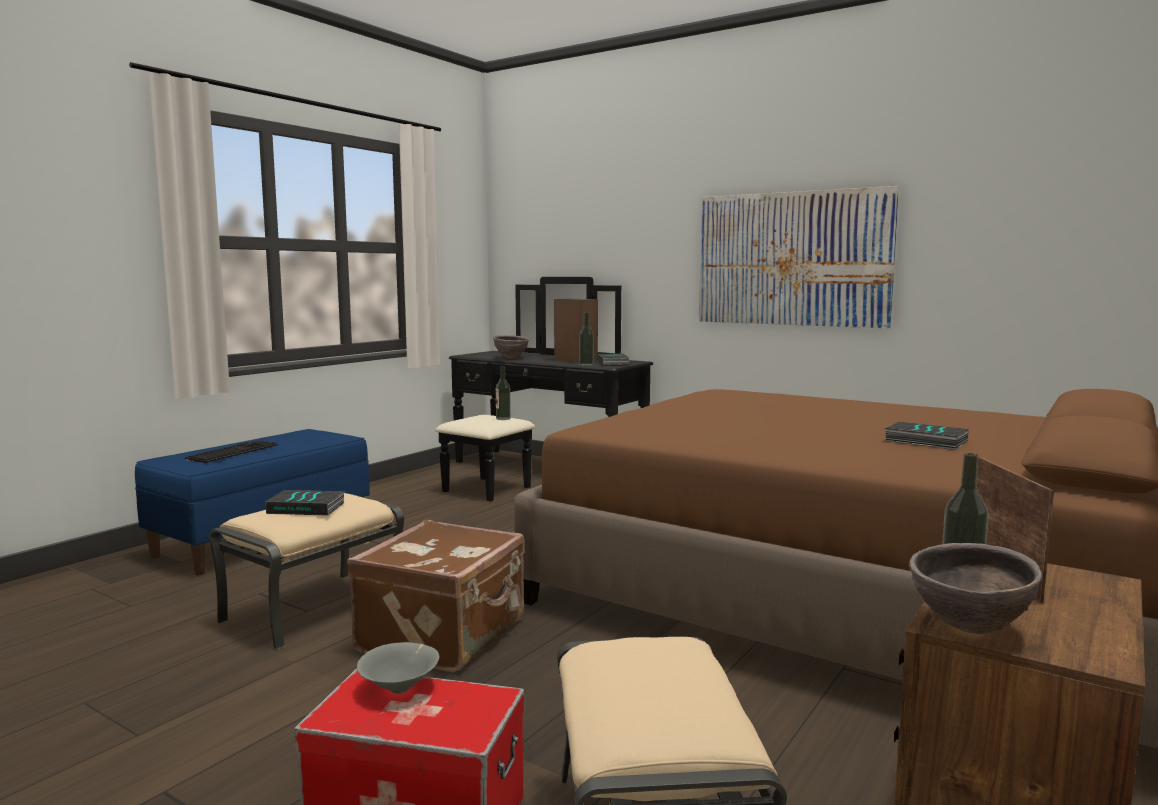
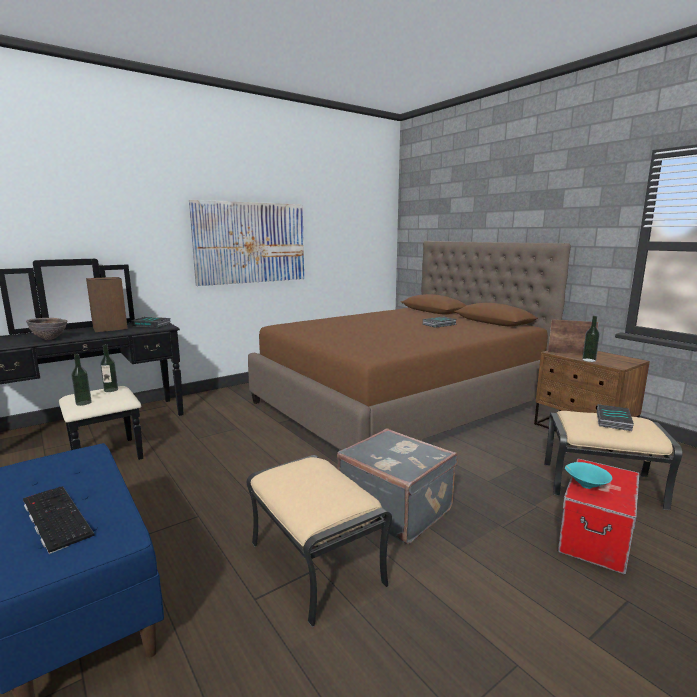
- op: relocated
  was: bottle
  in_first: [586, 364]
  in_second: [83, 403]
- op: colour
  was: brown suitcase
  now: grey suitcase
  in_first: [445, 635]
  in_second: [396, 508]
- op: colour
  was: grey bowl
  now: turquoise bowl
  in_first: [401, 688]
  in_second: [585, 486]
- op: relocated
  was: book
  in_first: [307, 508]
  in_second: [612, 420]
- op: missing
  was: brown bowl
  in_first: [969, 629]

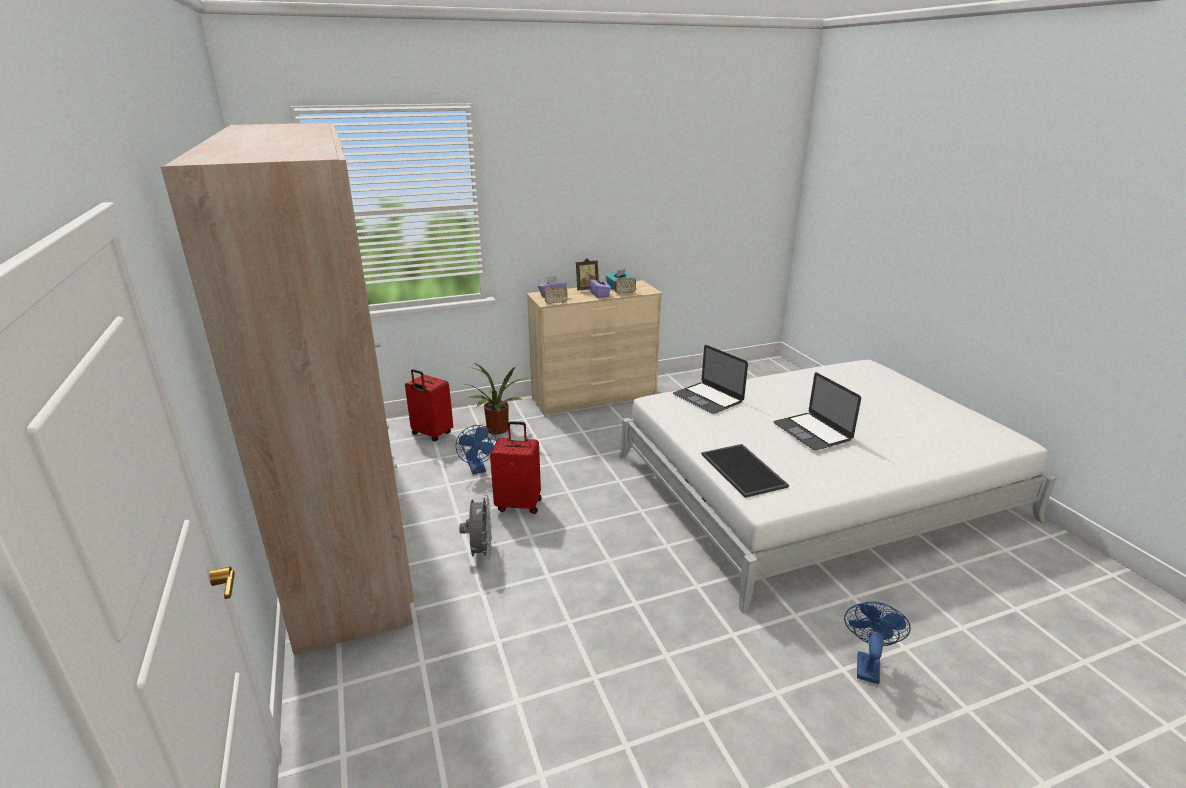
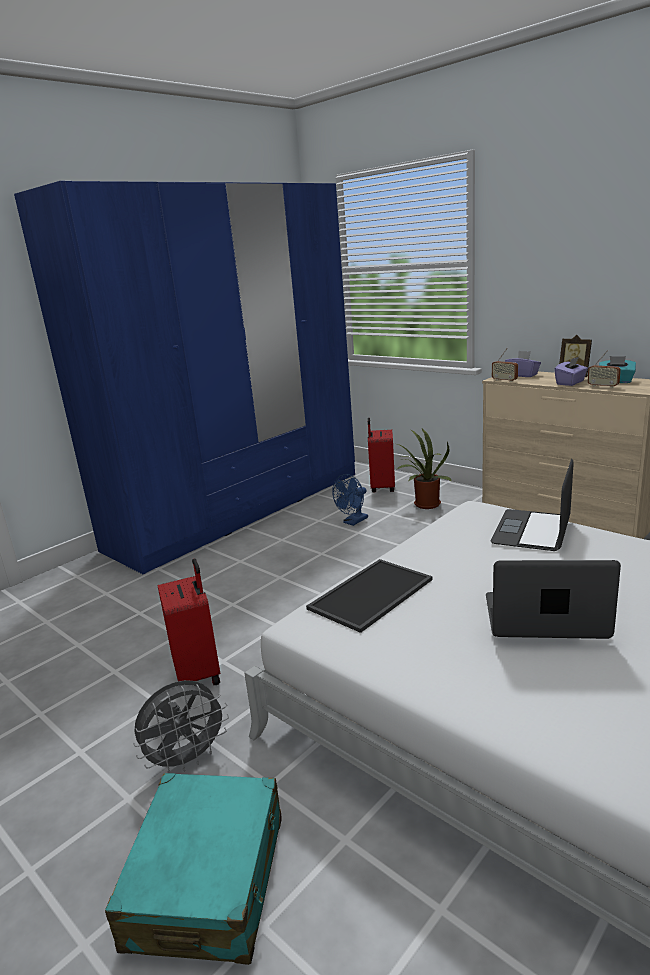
- op: colour
  was: beige wardrobe
  now: blue wardrobe
  in_first: [350, 519]
  in_second: [242, 510]
- op: exchanged
  was: blue fan
  now: turquoise suitcase
  in_first: [867, 663]
  in_second: [208, 881]
- op: relocated
  was: grey fan
  in_first: [480, 552]
  in_second: [187, 759]
- op: relocated
  was: red suitcase
  in_first: [519, 504]
  in_second: [199, 673]
- op: spun
  was: laptop
  in_first: [812, 431]
  in_second: [544, 617]
  clockwise: 60

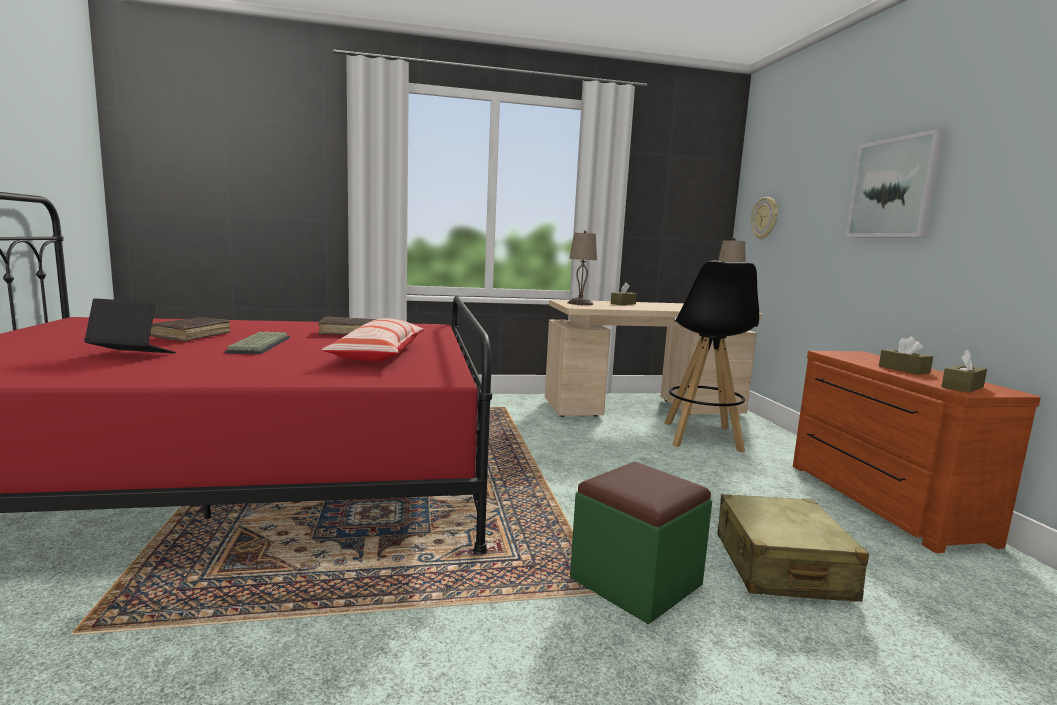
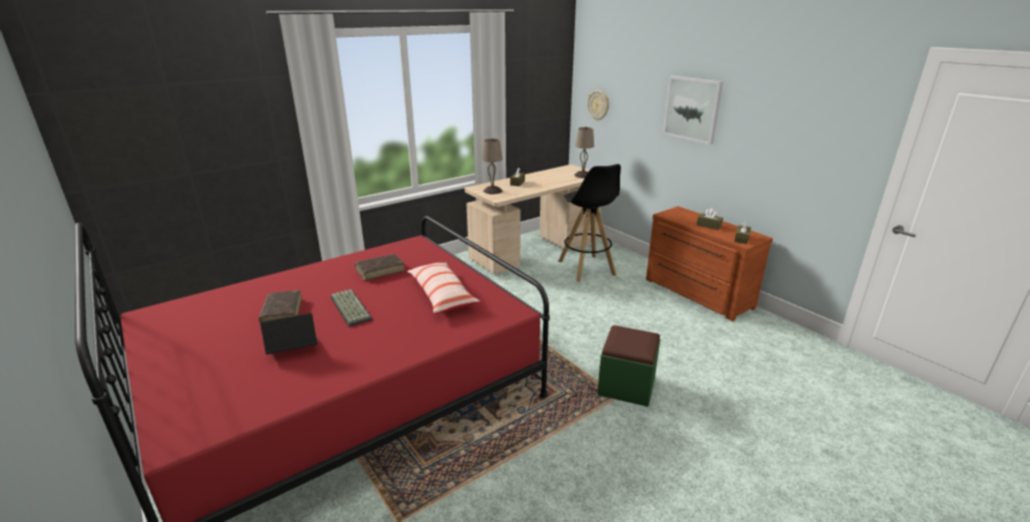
- op: missing
  was: beige suitcase
  in_first: [781, 566]

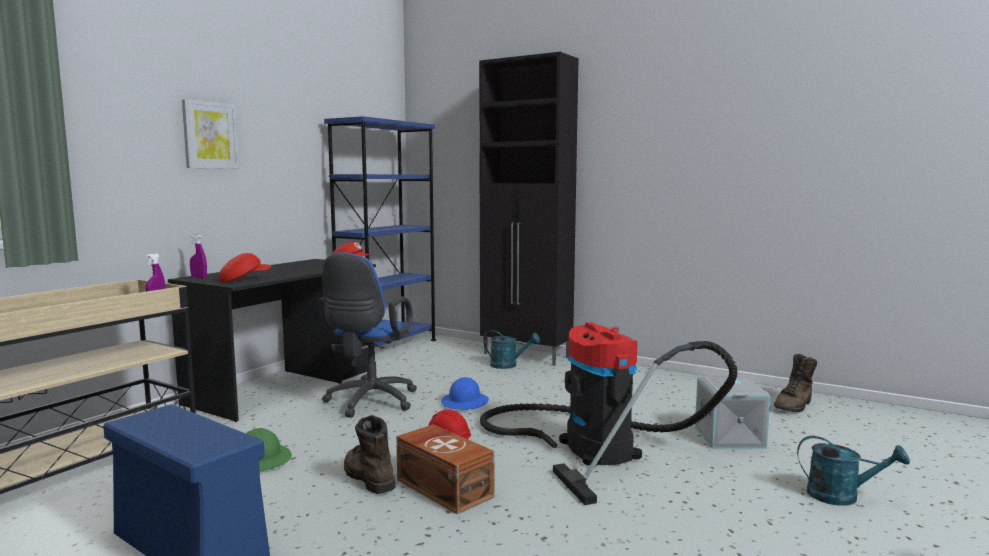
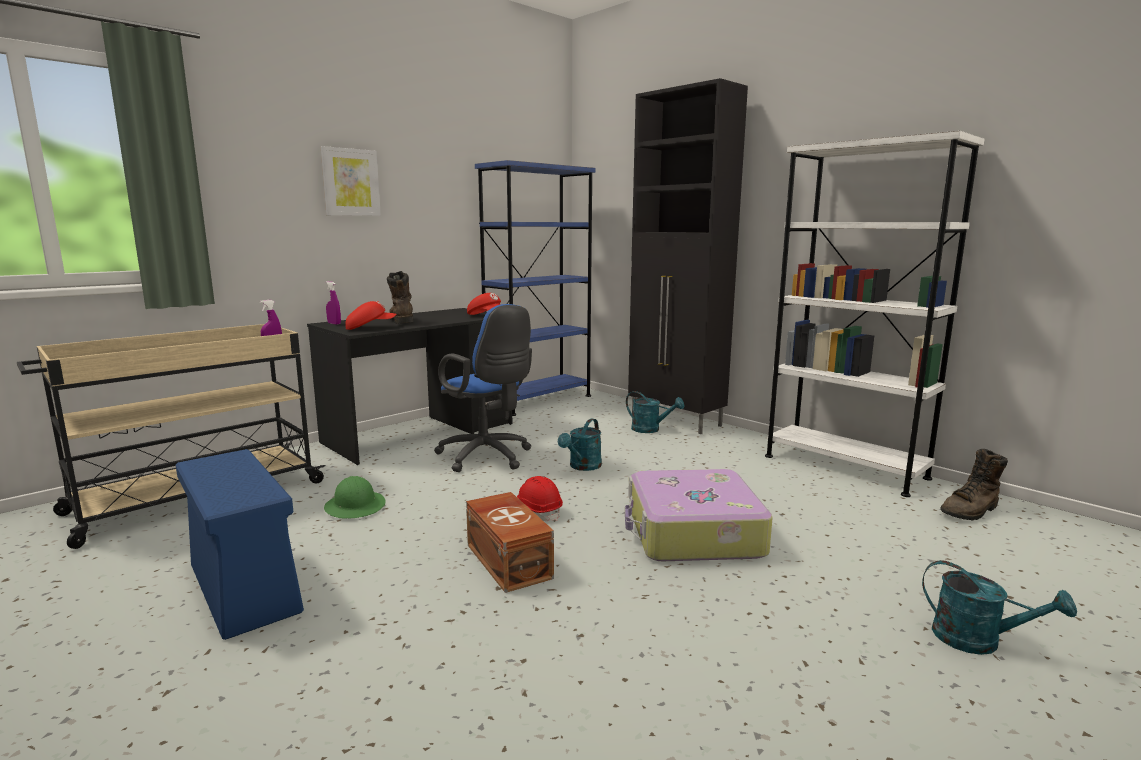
- op: relocated
  was: brown boot
  in_first: [367, 478]
  in_second: [401, 320]
- op: spun
  was: blue office chair
  in_first: [369, 403]
  in_second: [488, 457]
  clockwise: -75
- op: exchanged
  was: blue hard hat
  now: turquoise watering can
  in_first: [465, 402]
  in_second: [582, 467]
- op: exchanged
  was: vacuum cleaner
  now: suitcase
  in_first: [592, 446]
  in_second: [692, 533]
- op: appeared
  now: white bookcase
  in_second: [844, 467]
- op: missing
  was: grey storage box
  in_first: [730, 437]

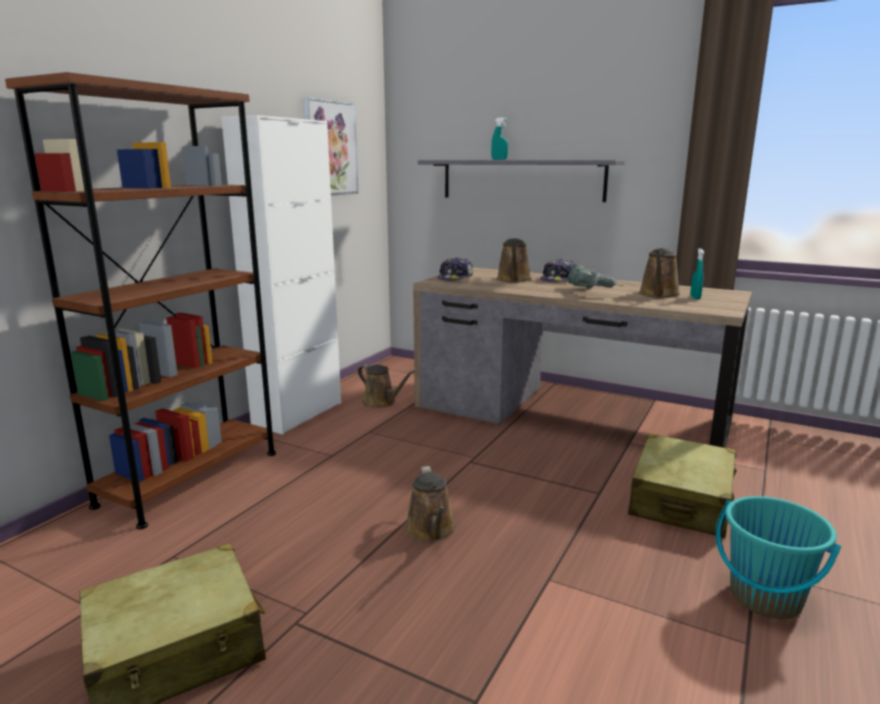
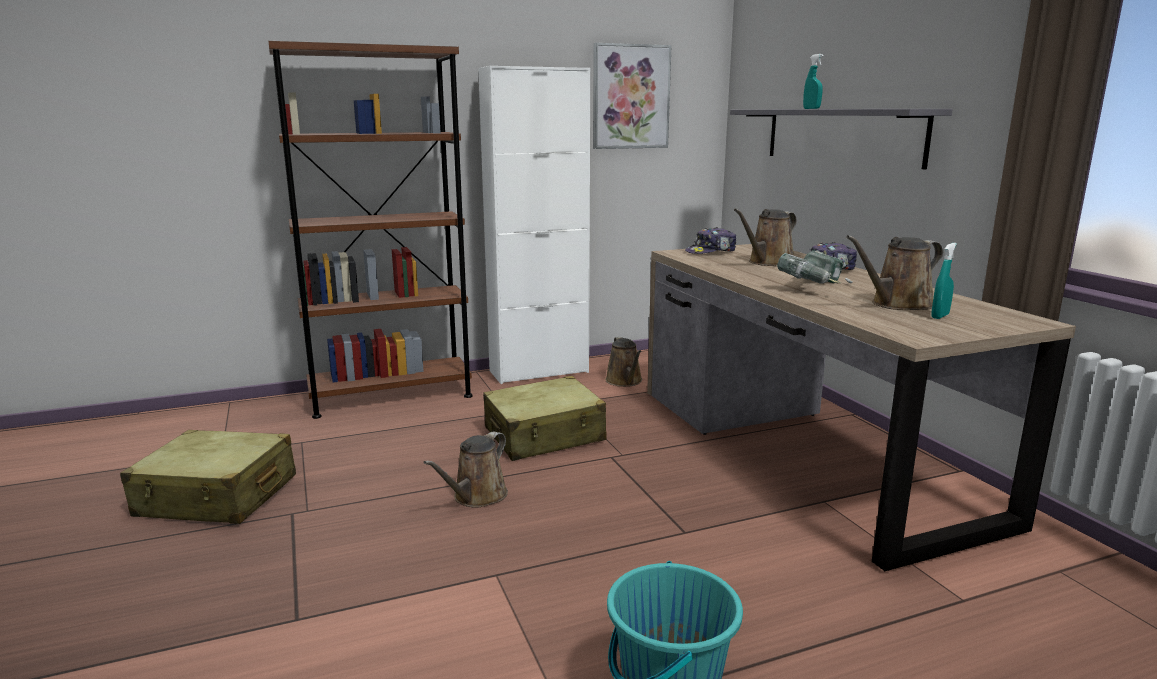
- op: relocated
  was: beige suitcase
  in_first: [681, 501]
  in_second: [545, 435]

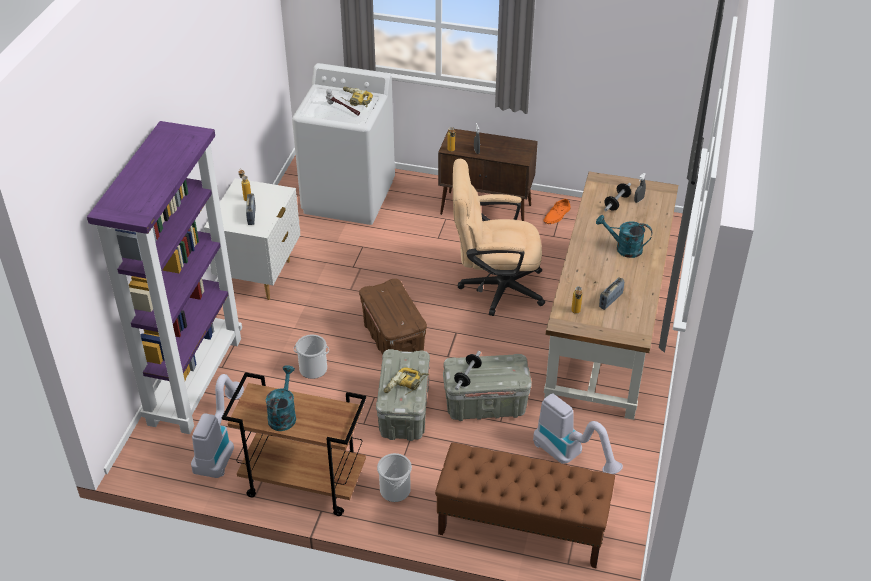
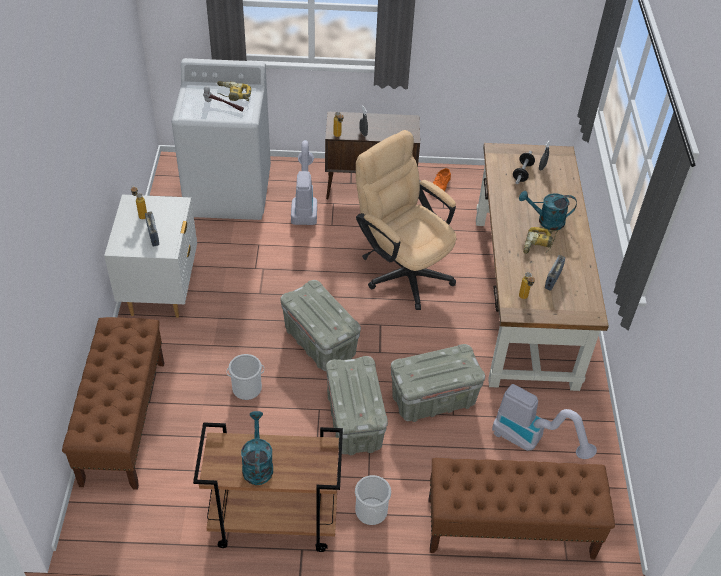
- op: exchanged
  was: purple bookcase
  now: brown bench
  in_first: [195, 379]
  in_second: [123, 421]
- op: colour
  was: brown storage box
  now: grey storage box
  in_first: [393, 339]
  in_second: [319, 342]
- op: relocated
  was: vacuum cleaner
  in_first: [220, 447]
  in_second: [304, 204]
- op: spun
  was: beige office chair
  in_first: [494, 287]
  in_second: [403, 270]
  clockwise: 60
- op: relocated
  was: power drill
  in_first: [405, 386]
  in_second: [539, 244]
- op: missing
  was: dumbbell
  in_first: [467, 376]

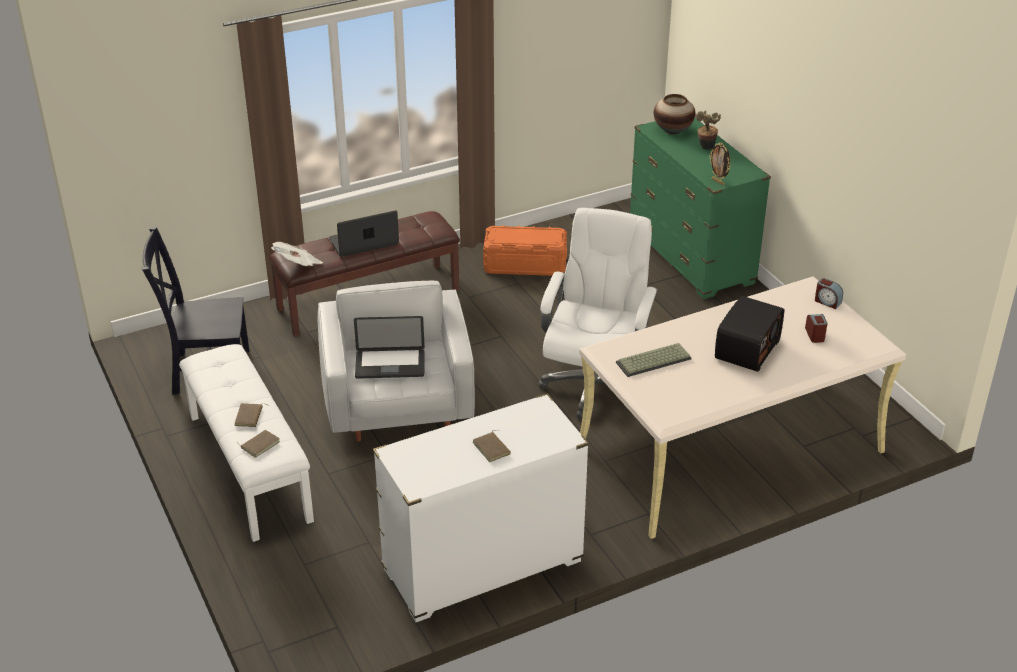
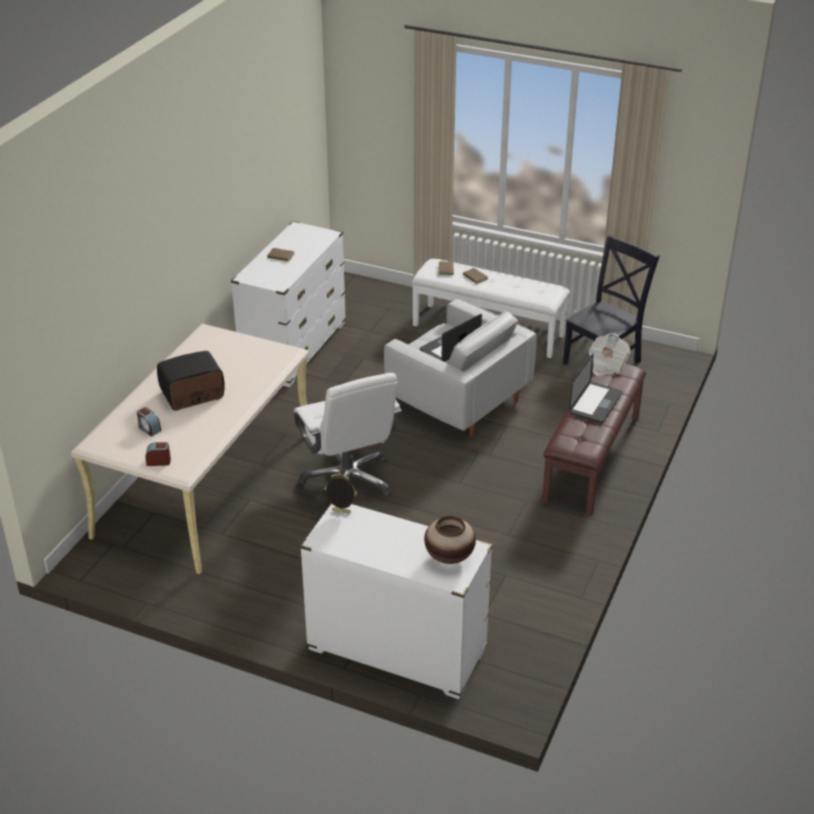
- op: spun
  was: radio
  in_first: [746, 349]
  in_second: [192, 395]
  clockwise: 75
- op: colour
  was: green dresser
  now: white dresser
  in_first: [691, 257]
  in_second: [396, 650]
- op: missing
  was: orange storage box
  in_first: [525, 264]
- op: missing
  was: keyboard
  in_first: [653, 361]
- op: missing
  was: potted plant
  in_first: [705, 148]

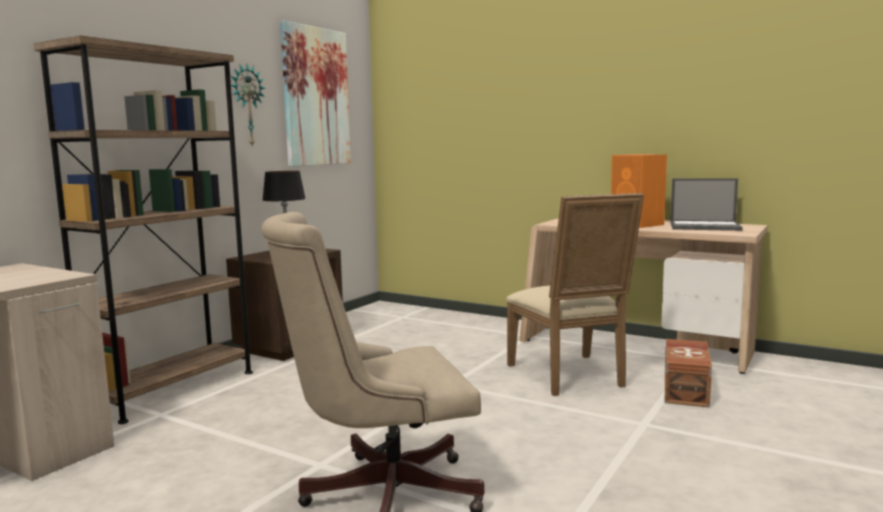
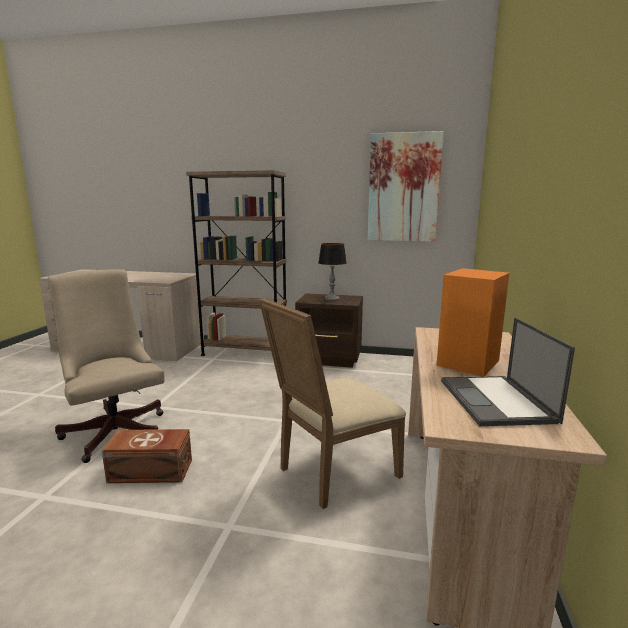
- op: relocated
  was: brown storage box
  in_first: [687, 389]
  in_second: [151, 471]
- op: missing
  was: wall clock
  in_first: [247, 105]

